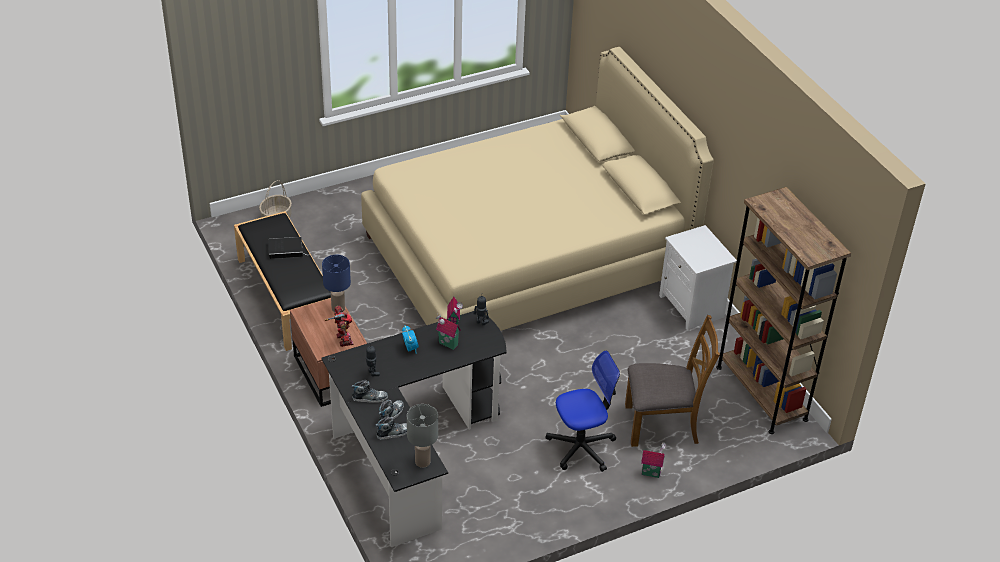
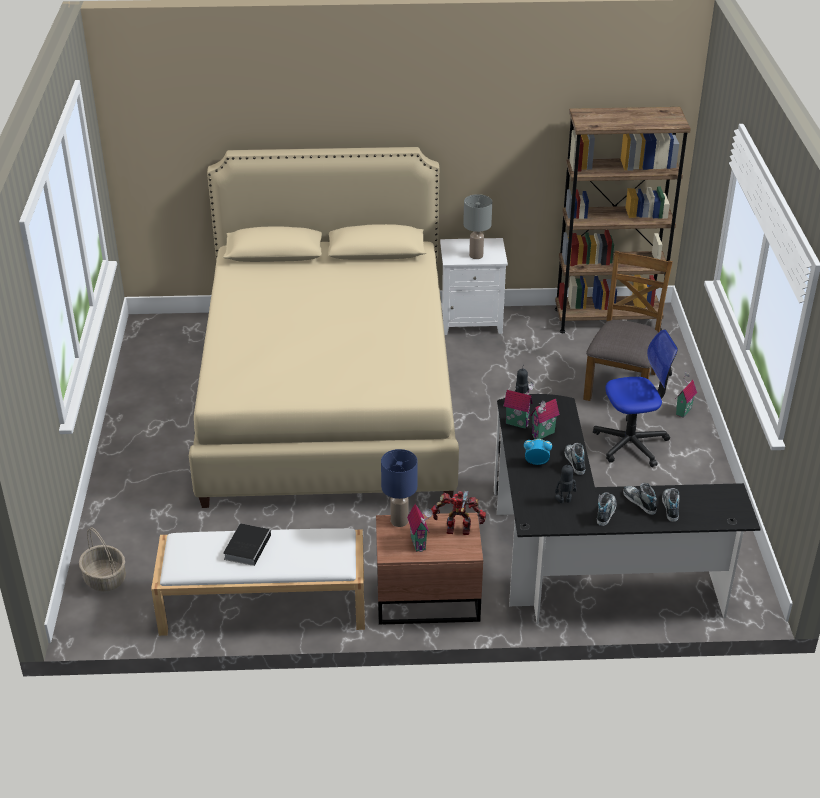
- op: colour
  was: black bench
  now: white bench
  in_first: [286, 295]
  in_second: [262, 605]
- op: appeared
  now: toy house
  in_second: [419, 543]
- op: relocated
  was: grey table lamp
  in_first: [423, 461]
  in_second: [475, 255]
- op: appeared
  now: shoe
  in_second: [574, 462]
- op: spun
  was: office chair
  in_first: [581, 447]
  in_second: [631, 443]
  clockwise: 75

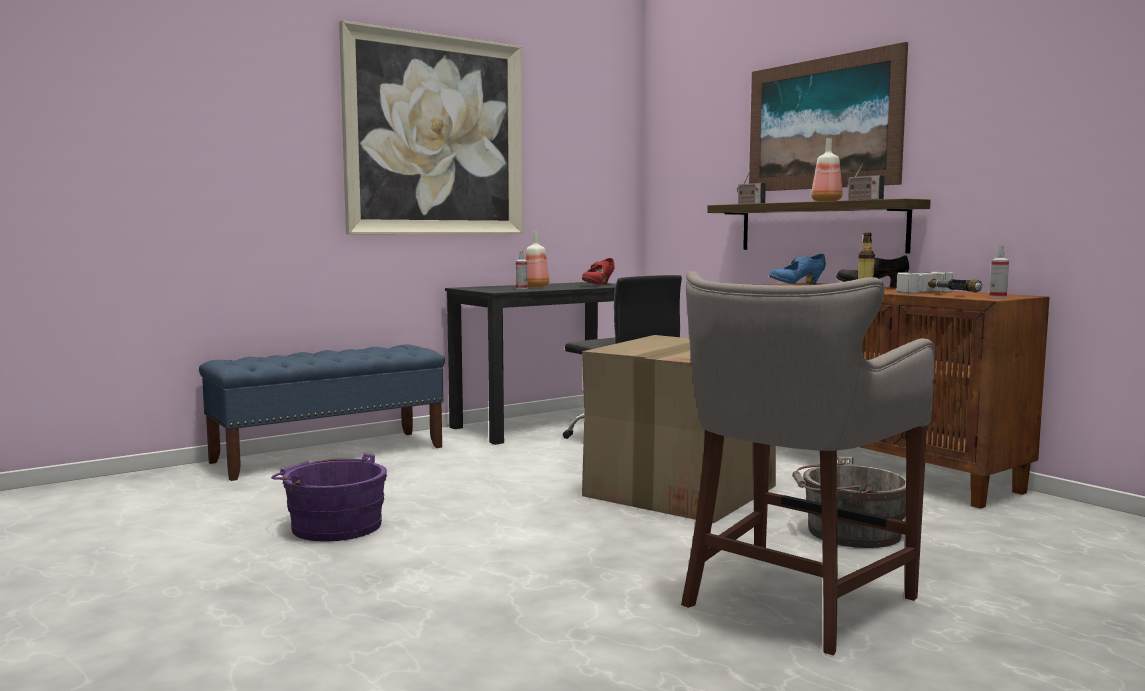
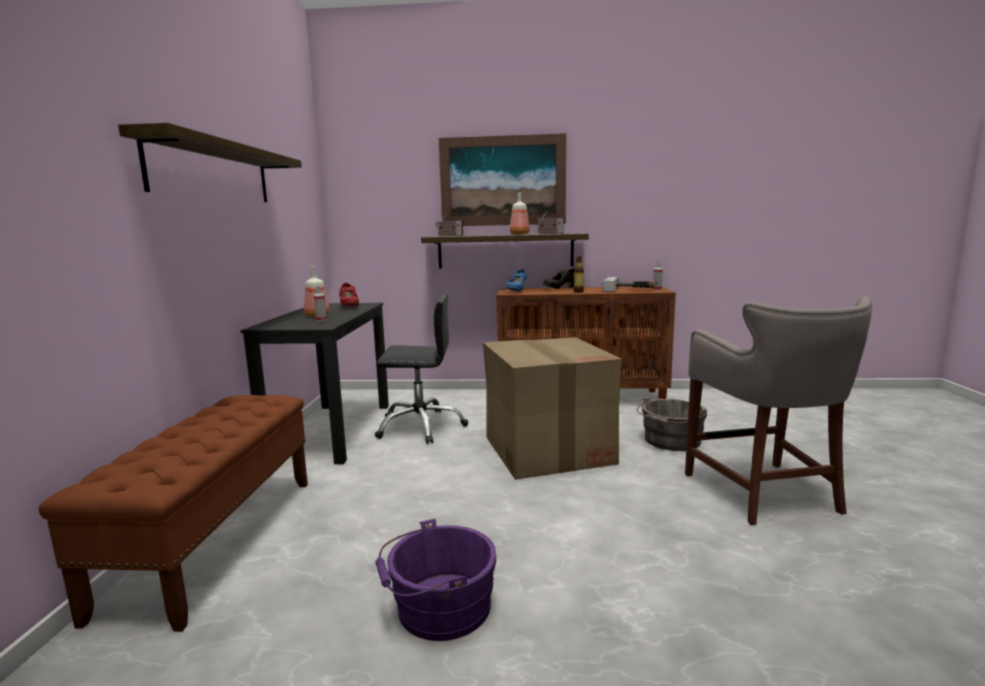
- op: colour
  was: blue bench
  now: brown bench
  in_first: [330, 454]
  in_second: [216, 540]
- op: exchanged
  was: picture
  now: shelf
  in_first: [435, 136]
  in_second: [213, 172]

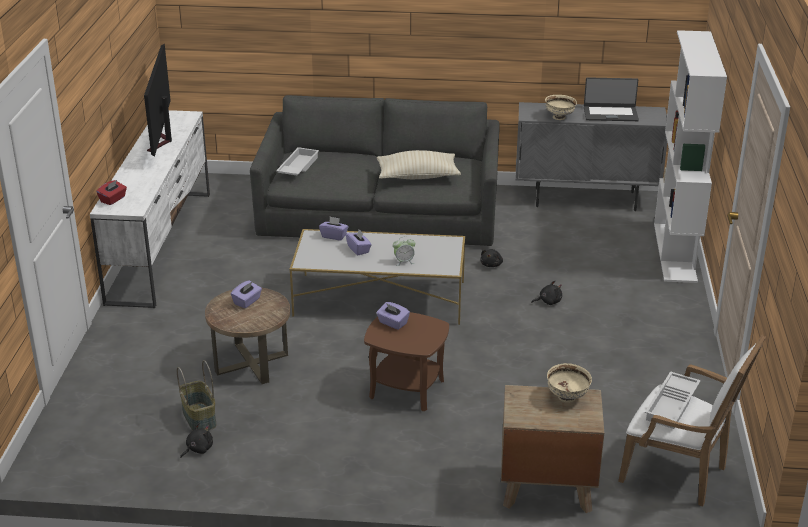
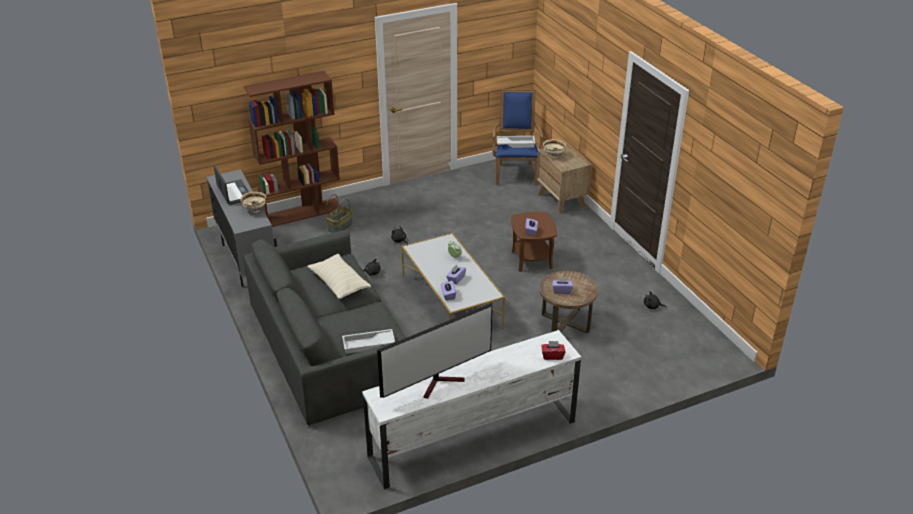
- op: colour
  was: white bookcase
  now: brown bookcase
  in_first: [675, 252]
  in_second: [302, 213]
- op: relocated
  was: basket
  in_first: [200, 418]
  in_second: [340, 226]
- op: colour
  was: white armchair
  now: blue armchair
  in_first: [680, 474]
  in_second: [515, 172]

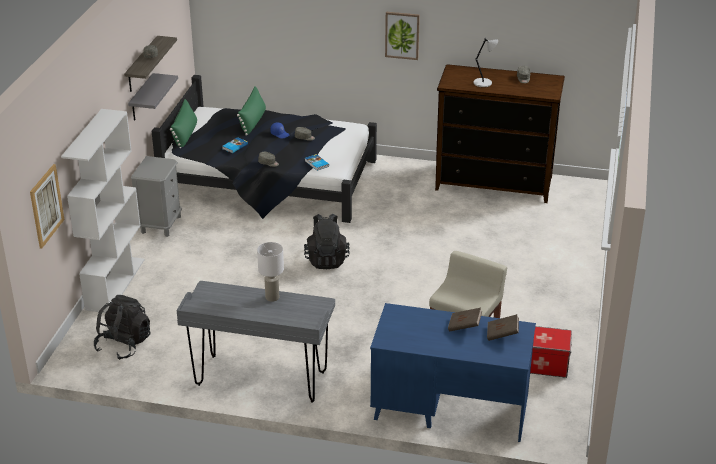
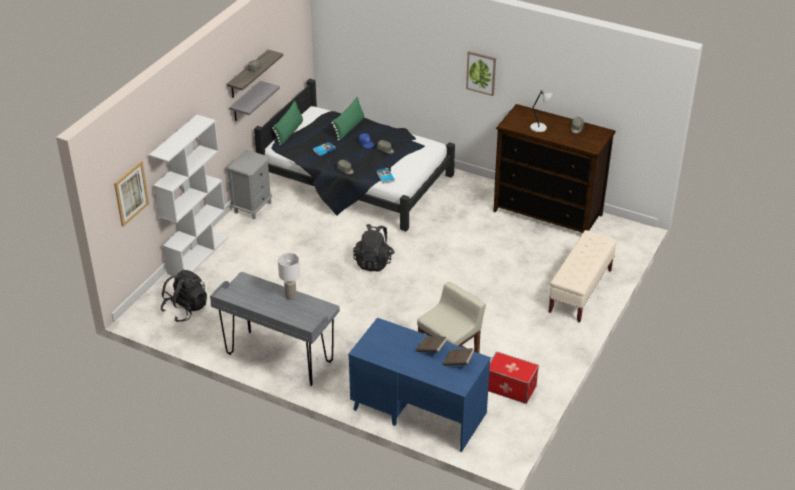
- op: appeared
  now: beige bench
  in_second: [580, 291]

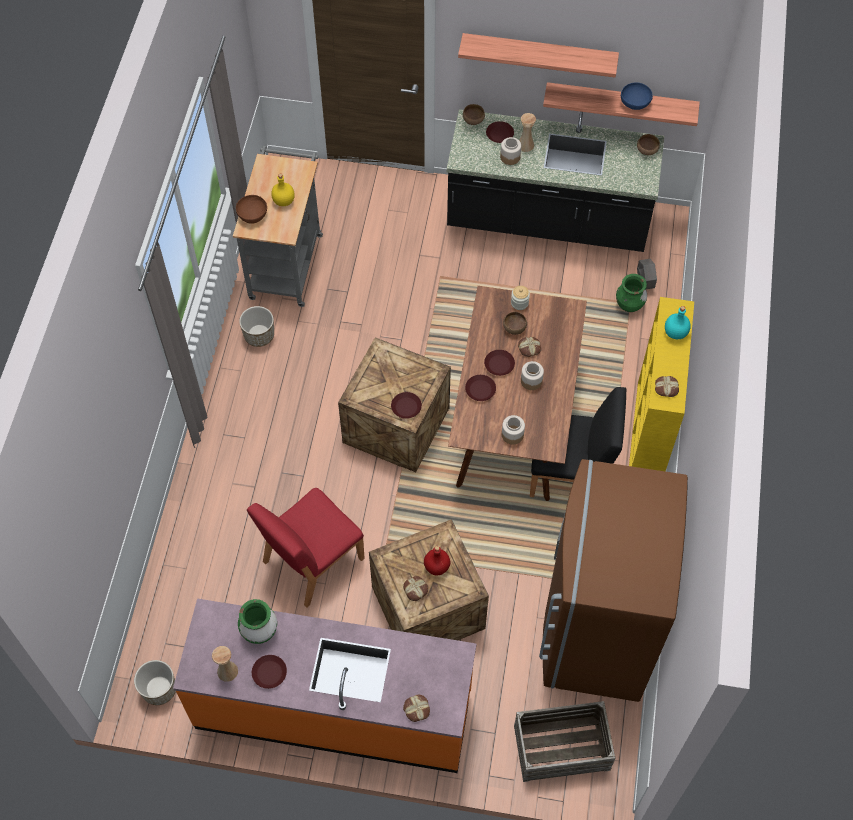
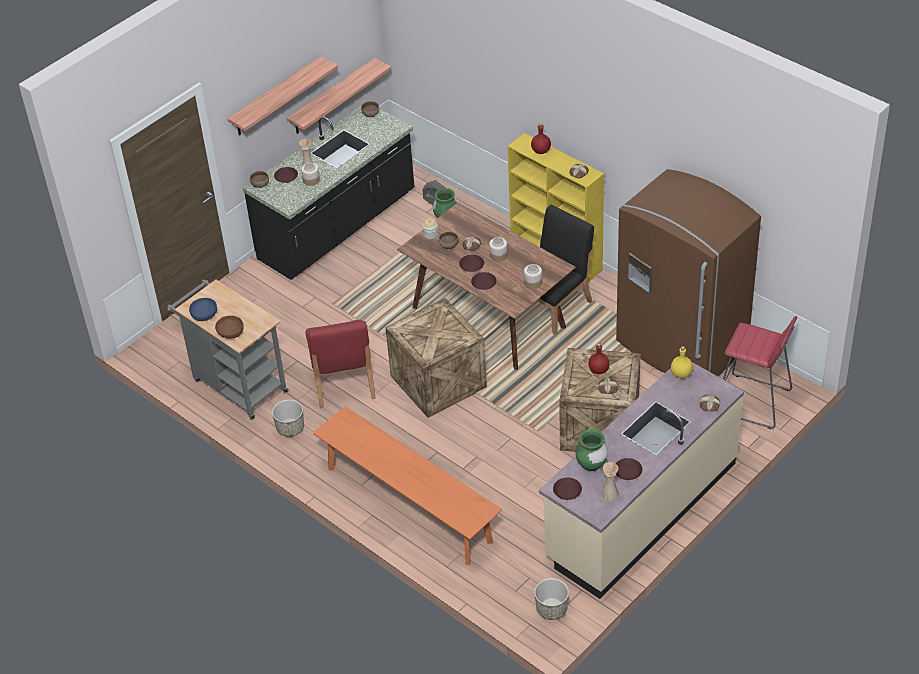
- op: relocated
  was: blue bowl
  in_first: [635, 103]
  in_second: [204, 315]
- op: relocated
  was: red chair
  in_first: [312, 560]
  in_second: [343, 382]
- op: appeared
  now: orange bench
  in_second: [408, 504]
- op: colour
  was: turquoise bottle
  now: red bottle
  in_first: [675, 332]
  in_second: [541, 150]
- op: colour
  was: orange counter
  now: beige counter
  in_first: [334, 709]
  in_second: [640, 511]
- op: relocated
  was: brown plate
  in_first: [406, 407]
  in_second: [567, 491]
- op: relocated
  was: yellow bottle
  in_first: [284, 201]
  in_second: [681, 374]
- op: exchanged
  was: crate
  now: red stool
  in_first: [561, 748]
  in_second: [754, 402]

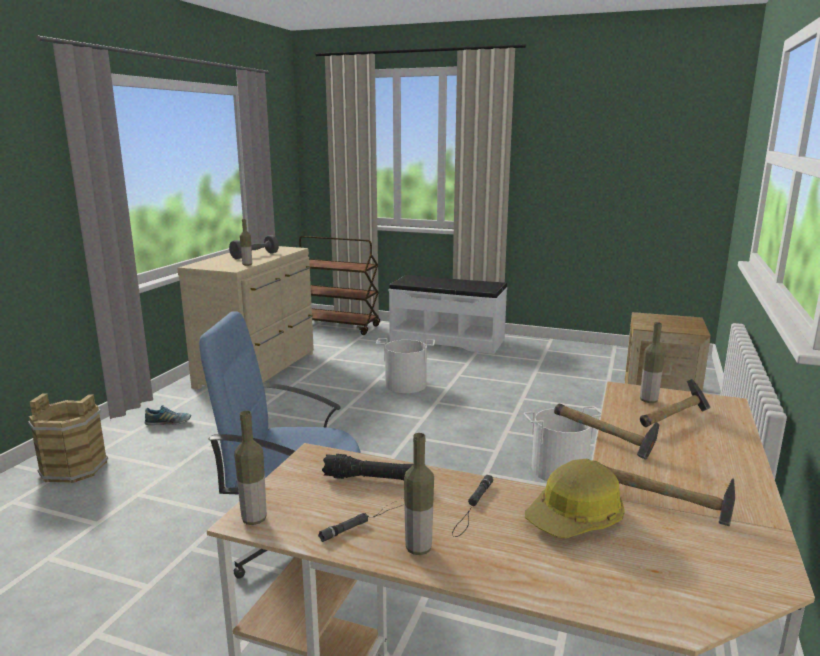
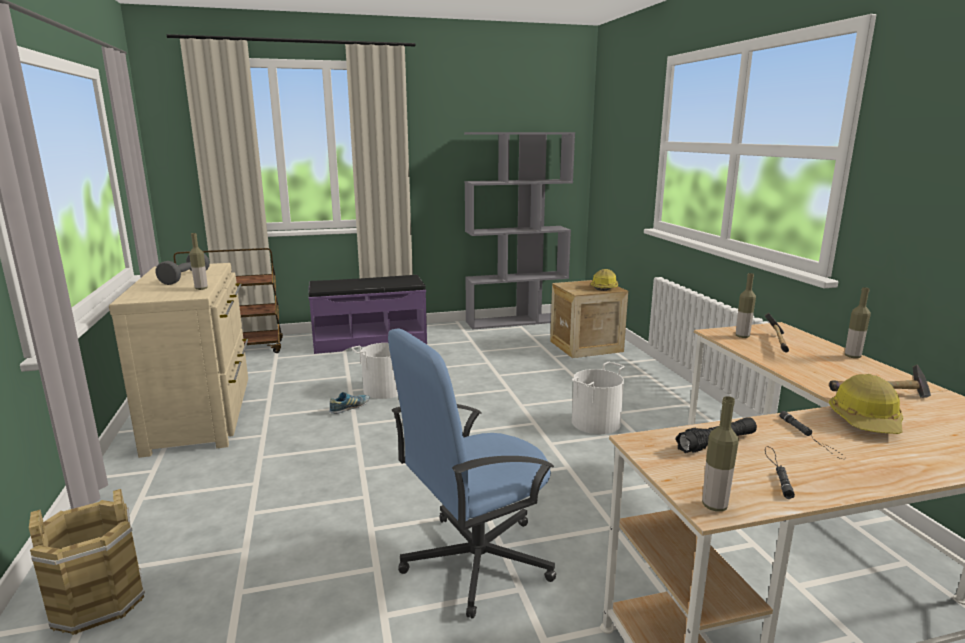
- op: colour
  was: white bench
  now: purple bench
  in_first: [447, 340]
  in_second: [369, 340]
- op: relocated
  was: shoe
  in_first: [168, 423]
  in_second: [349, 408]
- op: appeared
  now: grey bookcase
  in_second: [516, 321]
- op: appeared
  now: hard hat
  in_second: [604, 287]
- op: relocated
  was: bottle
  in_first: [418, 548]
  in_second: [852, 356]
- op: missing
  was: hammer
  in_first: [603, 439]

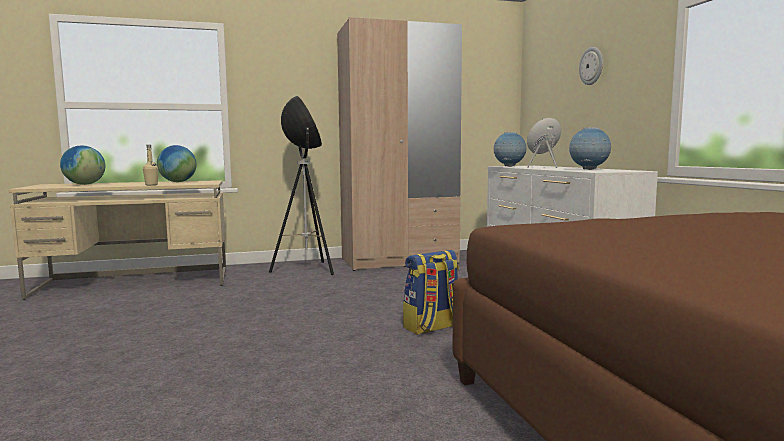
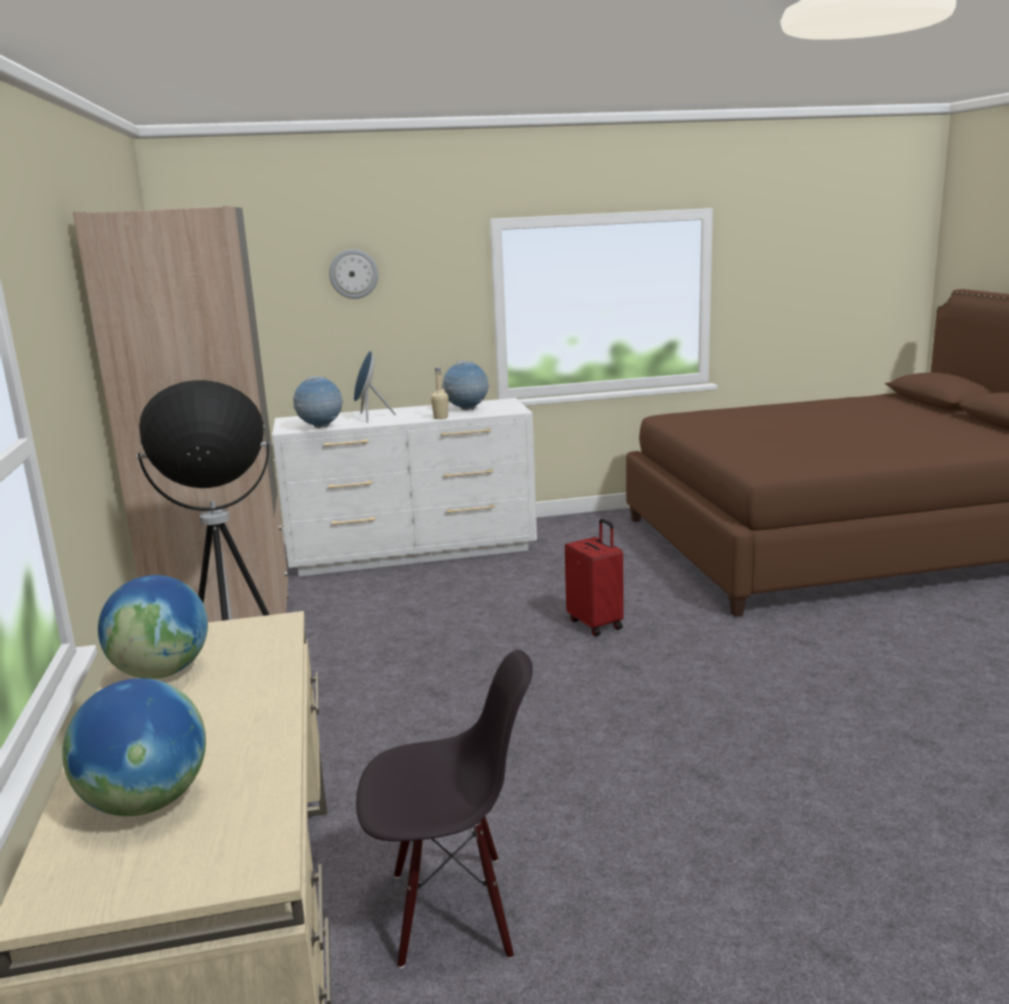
- op: appeared
  now: black chair
  in_second: [452, 911]
- op: relocated
  was: beige bottle
  in_first: [151, 185]
  in_second: [440, 418]
- op: exchanged
  was: backpack
  now: red suitcase
  in_first: [432, 327]
  in_second: [596, 624]

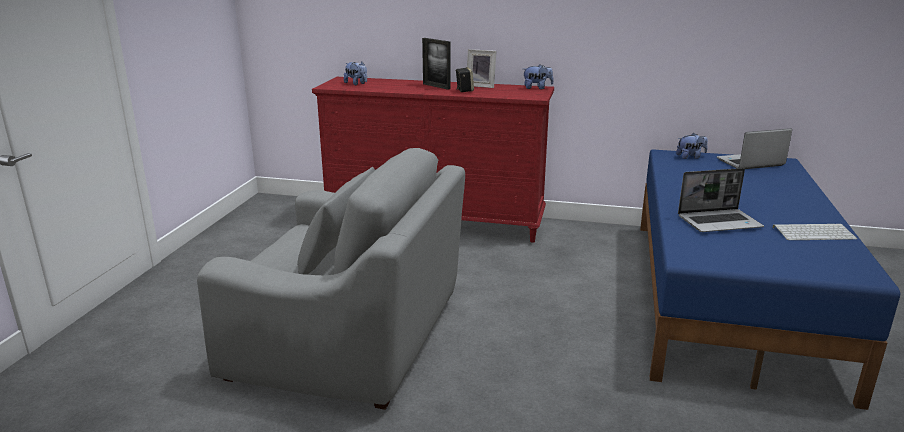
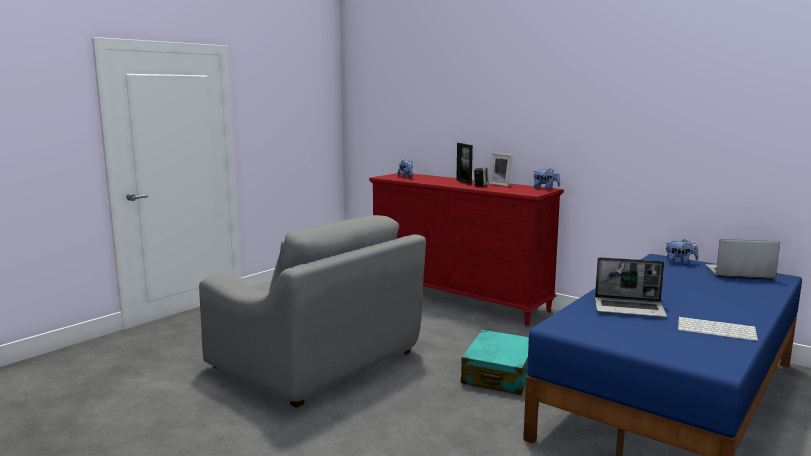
- op: appeared
  now: turquoise suitcase
  in_second: [499, 374]

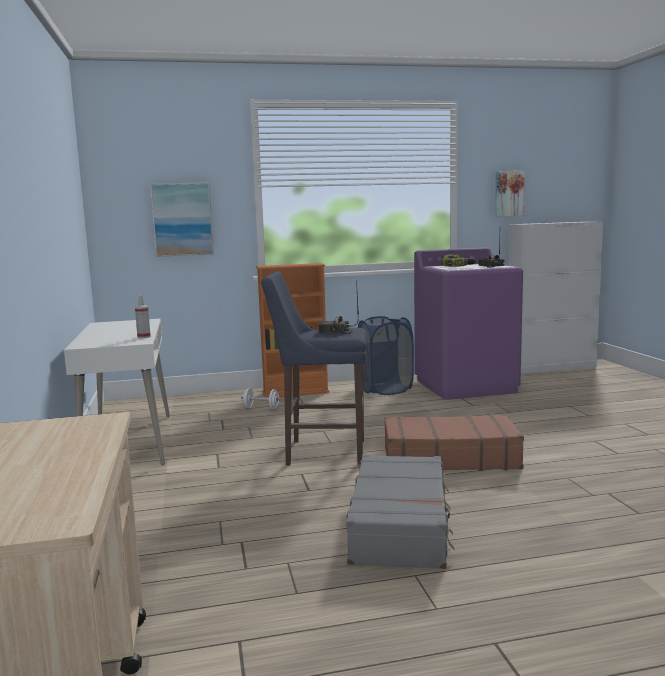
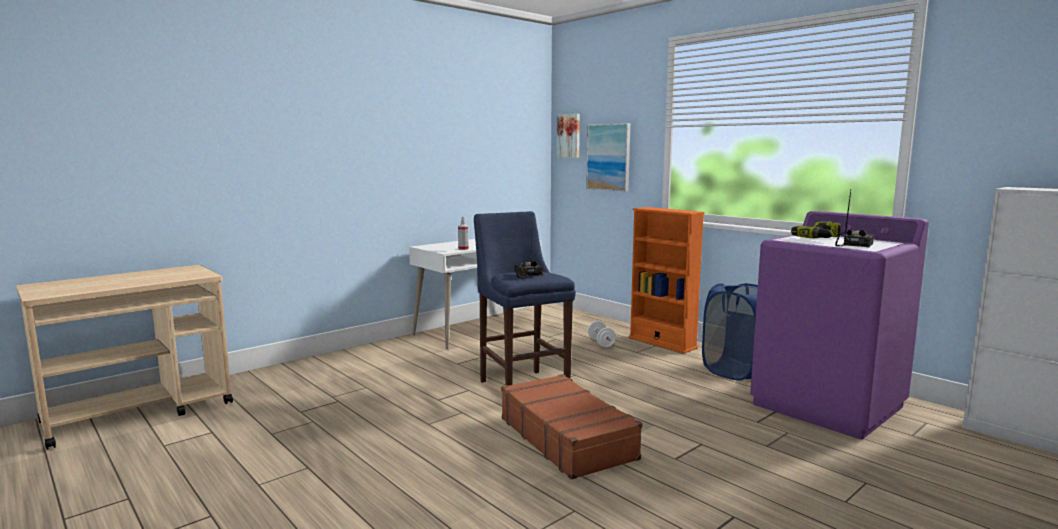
- op: relocated
  was: picture
  in_first: [508, 193]
  in_second: [569, 136]
- op: missing
  was: grey suitcase
  in_first: [401, 525]

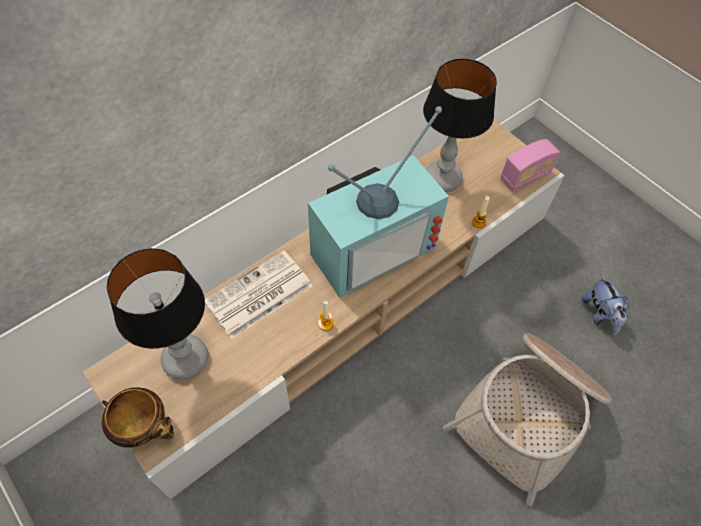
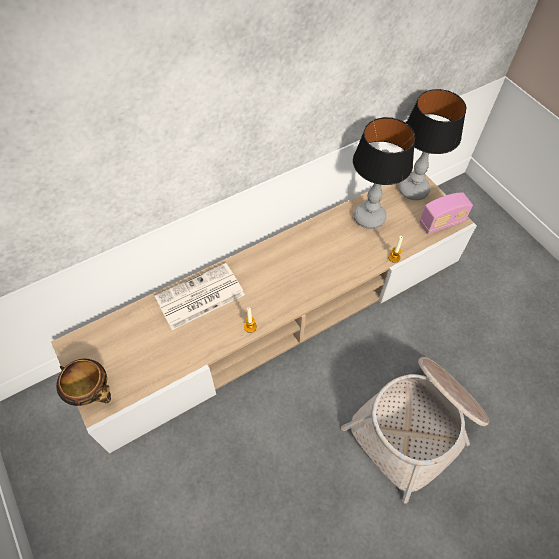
- op: relocated
  was: table lamp
  in_first: [184, 359]
  in_second: [412, 190]
- op: missing
  was: television
  in_first: [371, 245]
- op: missing
  was: plush toy
  in_first: [599, 314]

